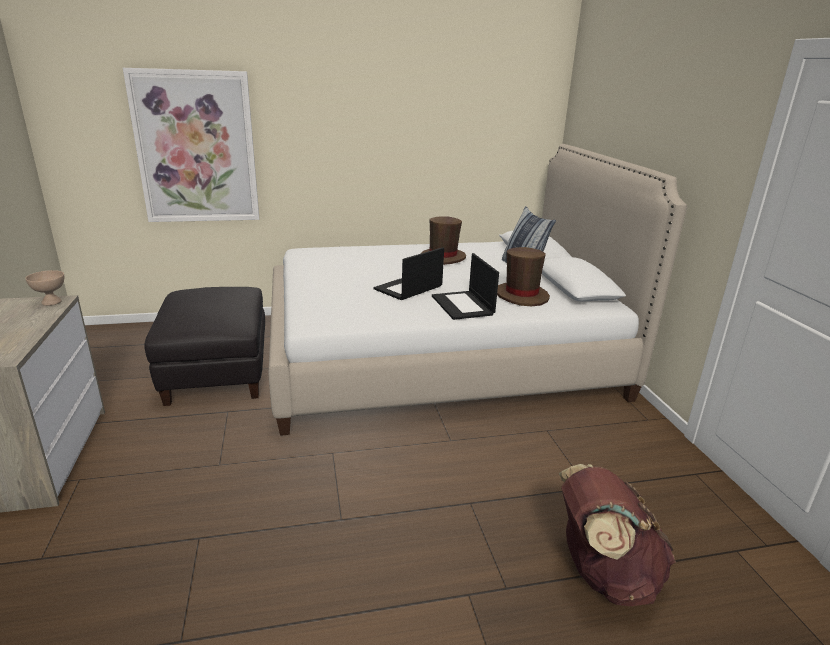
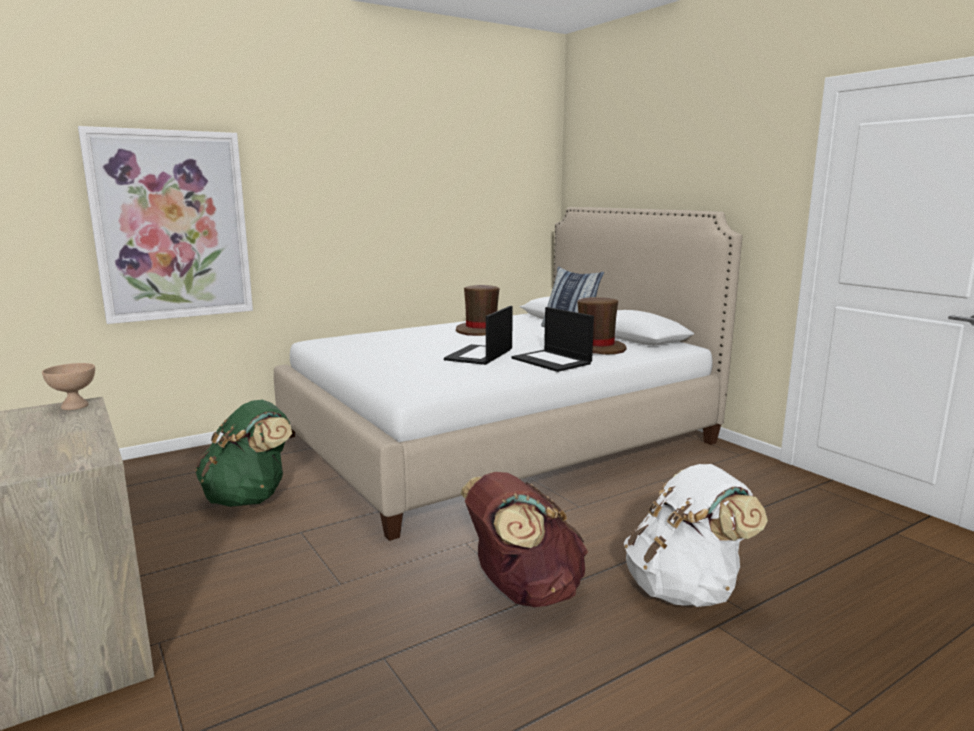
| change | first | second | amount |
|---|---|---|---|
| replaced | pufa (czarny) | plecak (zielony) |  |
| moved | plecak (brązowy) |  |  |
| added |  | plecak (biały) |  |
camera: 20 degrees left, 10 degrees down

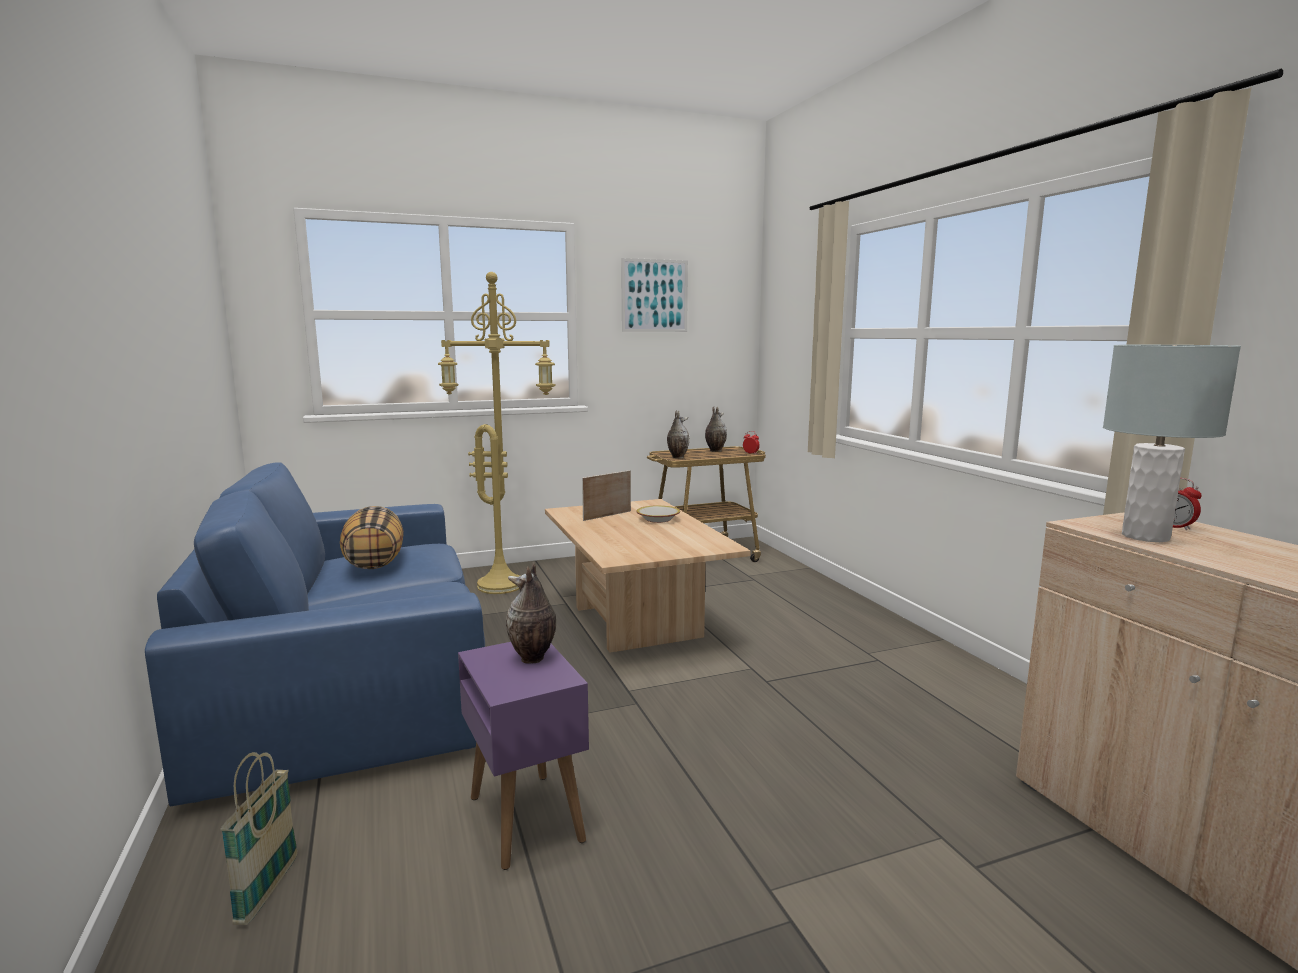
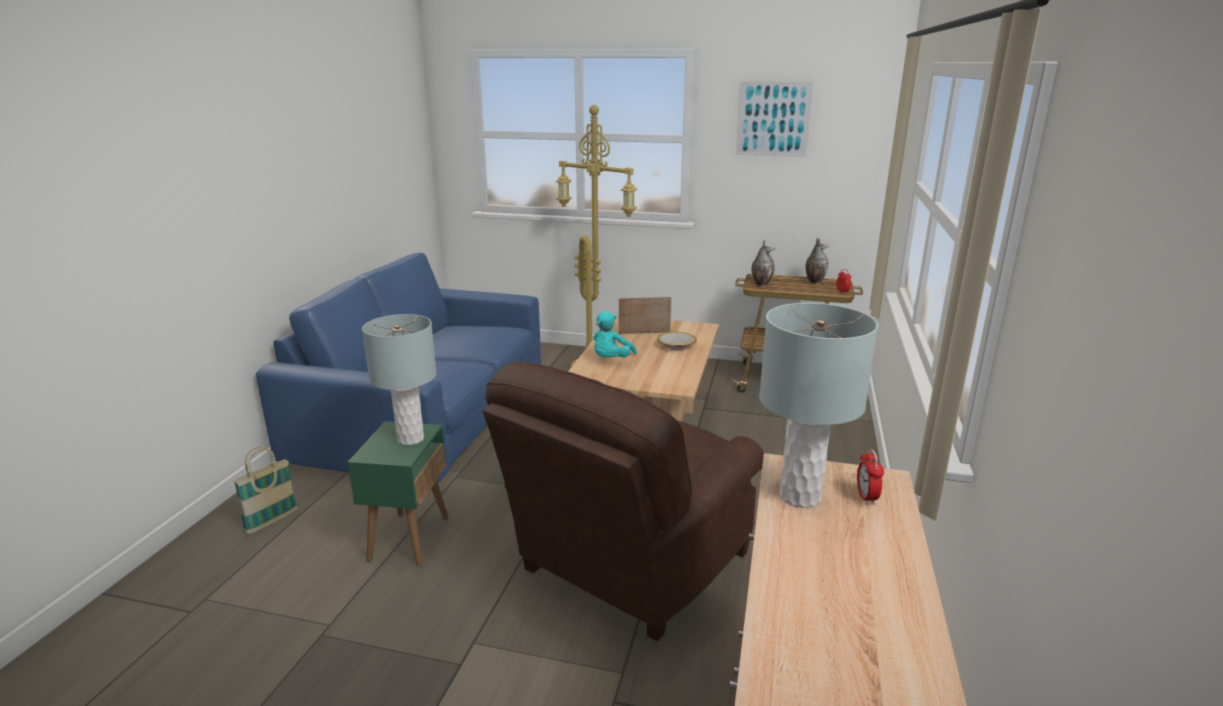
| change | first | second | amount |
|---|---|---|---|
| removed | poduszka |  |  |
| recoloured | stolik (fioletowy) | stolik (zielony) |  |
| replaced | wazon (1st from left) | lampa stołowa (szary) (1st from left) |  |
| added |  | fotel (brązowy) |  |
| added |  | pluszak (turkusowy) |  |
camera: 35 degrees right, 10 degrees up

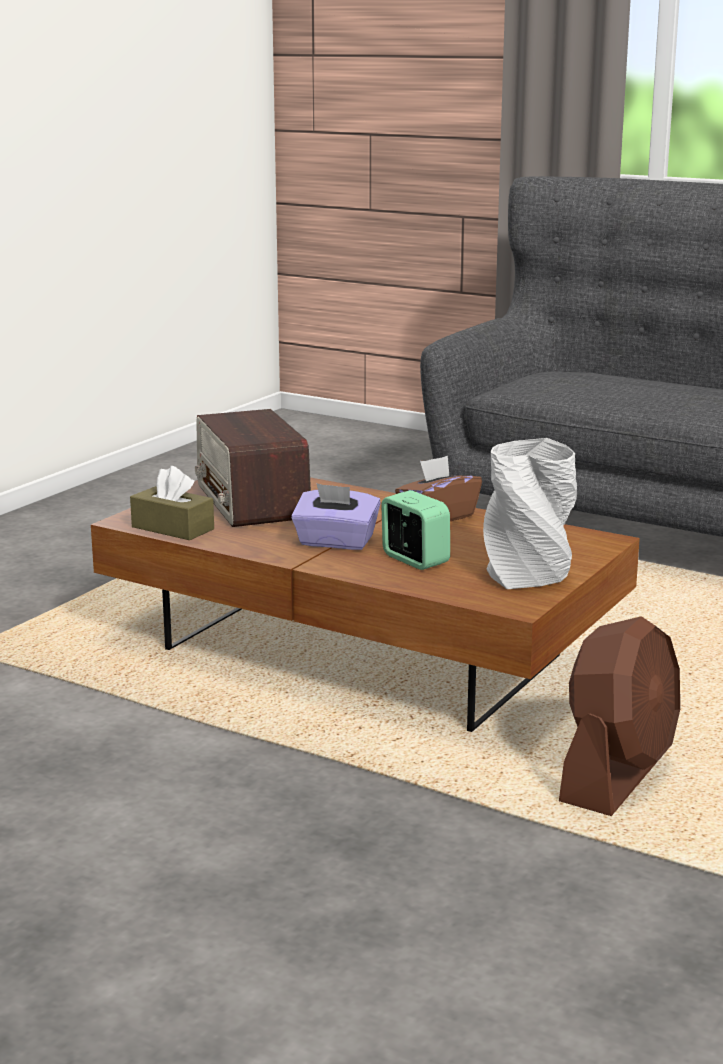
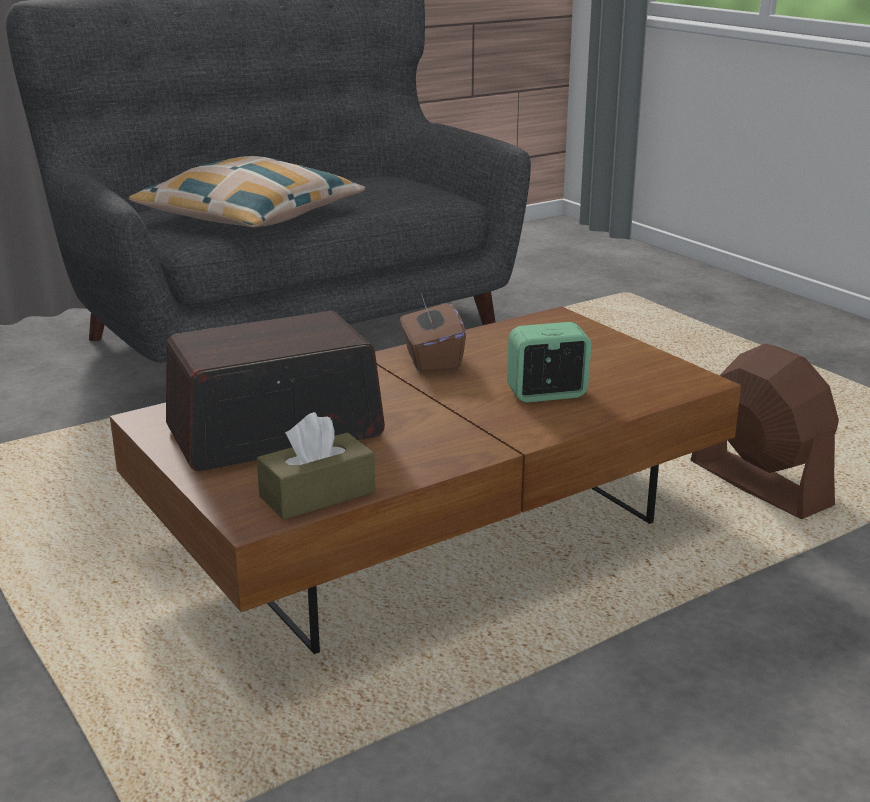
| change | first | second | amount |
|---|---|---|---|
| turned | radio |  | 150 degrees clockwise |
| removed | pudełko chusteczek (fioletowy) |  |  |
| removed | wazon (szary) |  |  |
| added |  | poduszka |  |
camera: 65 degrees left, 5 degrees up

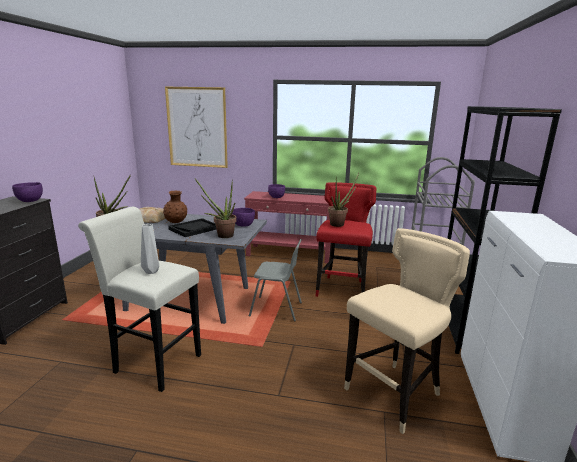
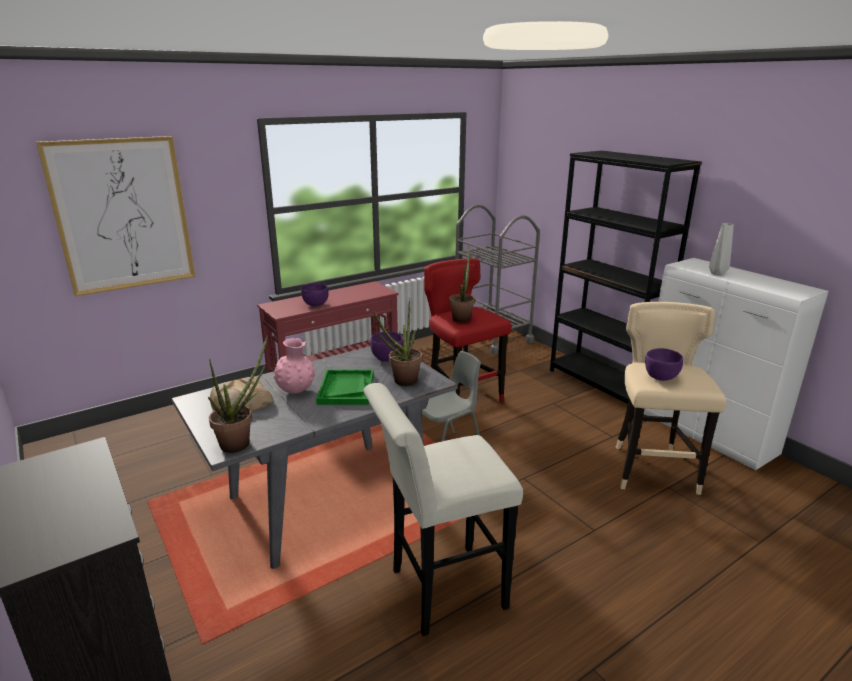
| change | first | second | amount |
|---|---|---|---|
| moved | miska (fioletowy) (1st from left in the first image) | miska (fioletowy) (3rd from left) |  |
| moved | wazon (szary) |  |  |
| recoloured | wazon (brązowy) | wazon (różowy) |  |
| recoloured | taca (czarny) | taca (zielony) |  |
camera: 45 degrees left, 5 degrees up

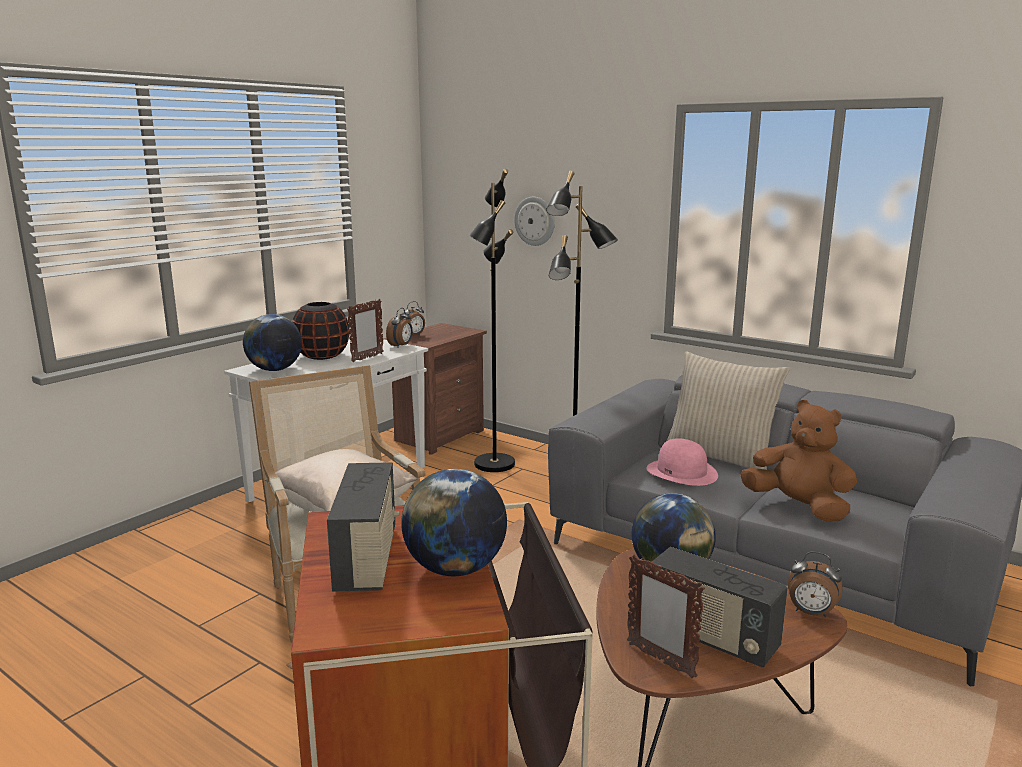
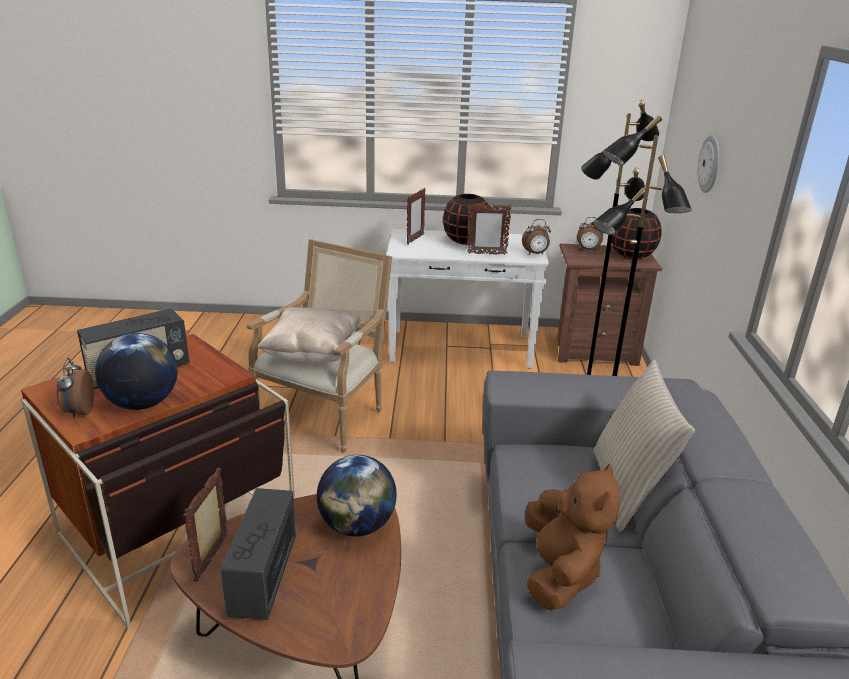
| change | first | second | amount |
|---|---|---|---|
| replaced | globus (1st from left) | ramka na zdjęcie (2nd from left) |  |
| removed | kapelusz (różowy) |  |  |
| moved | budzik (3rd from left in the first image) | budzik (1st from left) |  |
| added |  | wazon (czarny) (2nd from left) |  |
camera: 55 degrees right, 10 degrees up

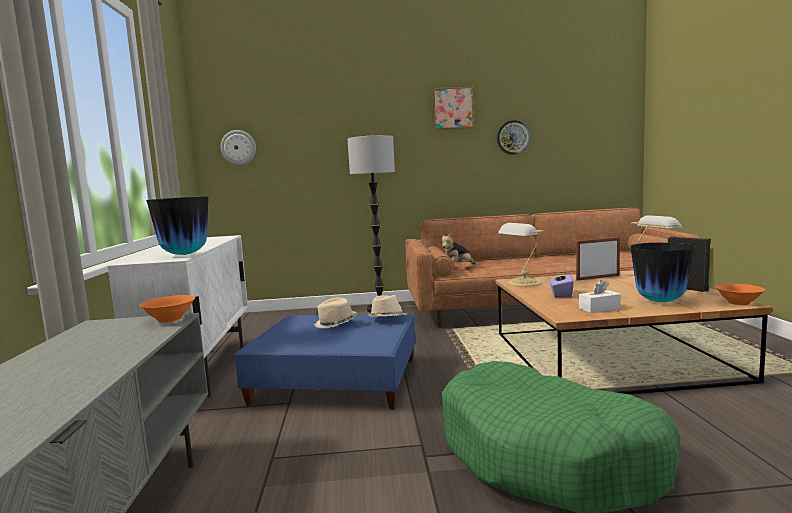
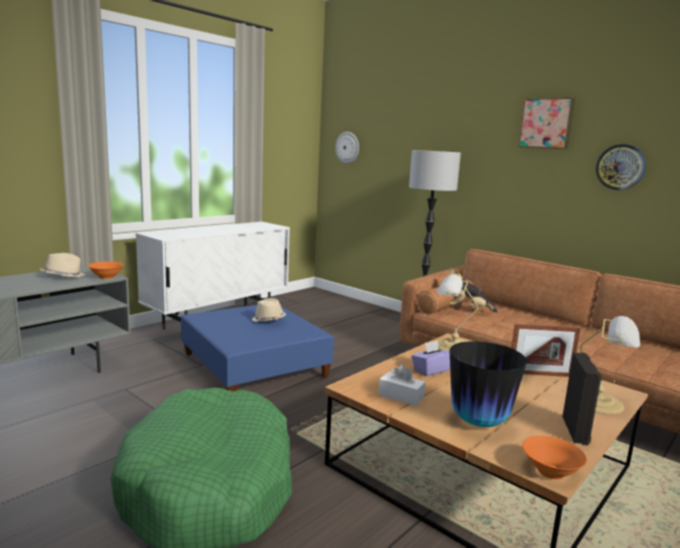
| change | first | second | amount |
|---|---|---|---|
| removed | wazon (1st from left) |  |  |
| moved | kapelusz (beżowy) (2nd from left in the first image) | kapelusz (beżowy) (1st from left) |  |
| turned | ramka na zdjęcie |  | 150 degrees clockwise |
camera: 45 degrees right, 5 degrees up

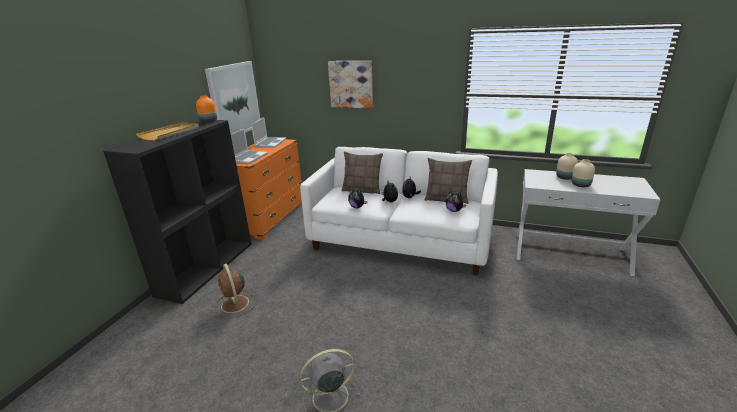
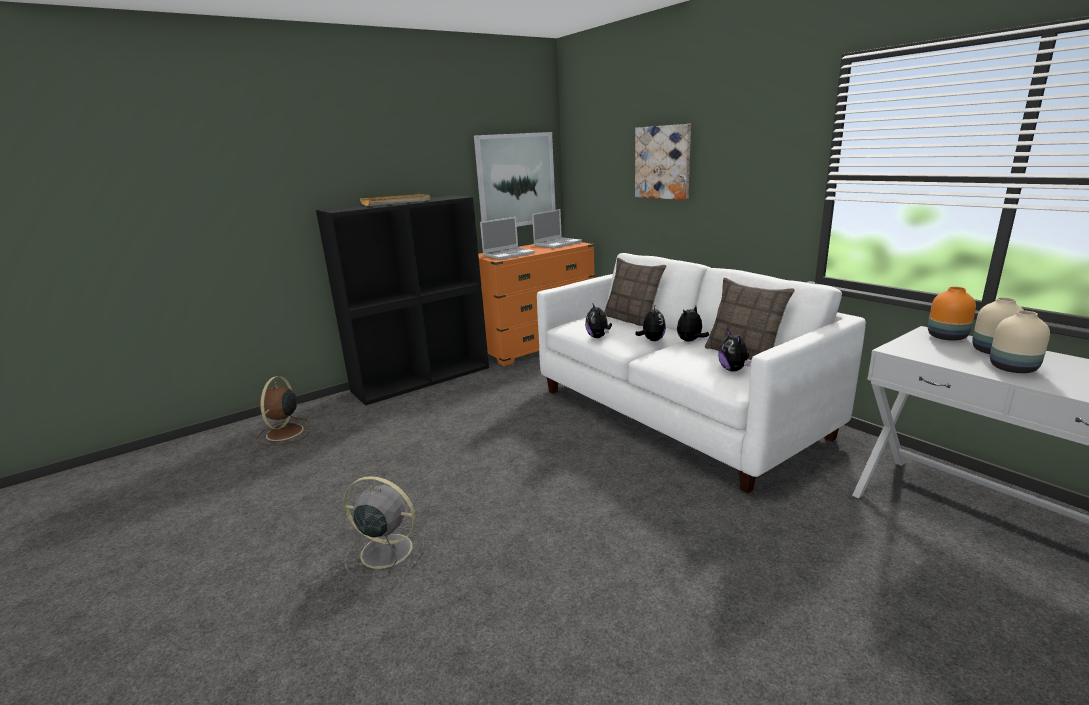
| change | first | second | amount |
|---|---|---|---|
| moved | wazon (pomarańczowy) |  |  |
| moved | wentylator (brązowy) |  |  |
camera: 35 degrees right, 5 degrees down

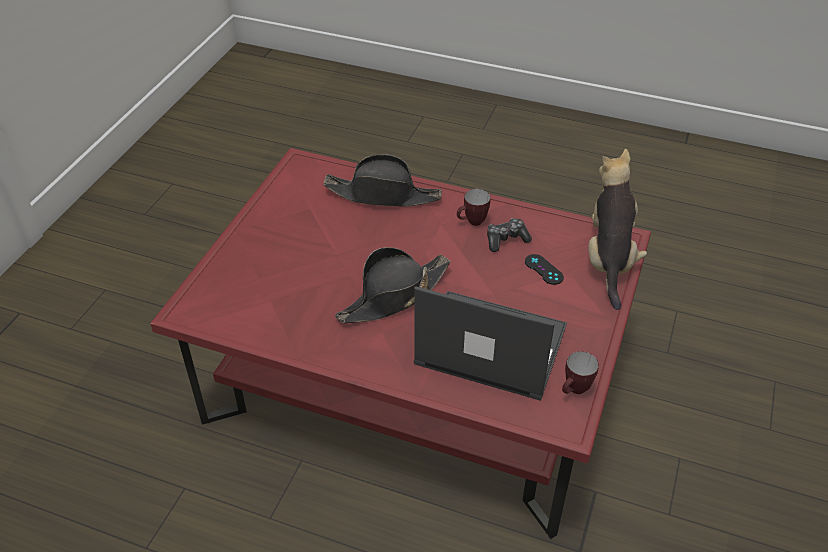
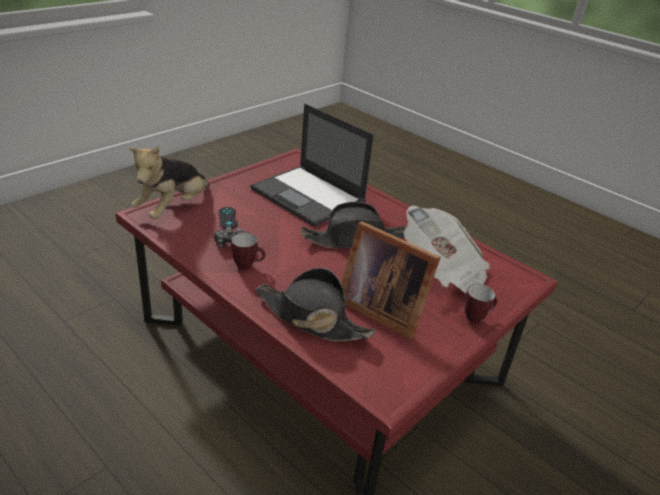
| change | first | second | amount |
|---|---|---|---|
| moved | kubek (2nd from left) |  |  |
| added |  | ramka na zdjęcie |  |
| added |  | gazeta |  |
camera: 160 degrees left, 10 degrees down

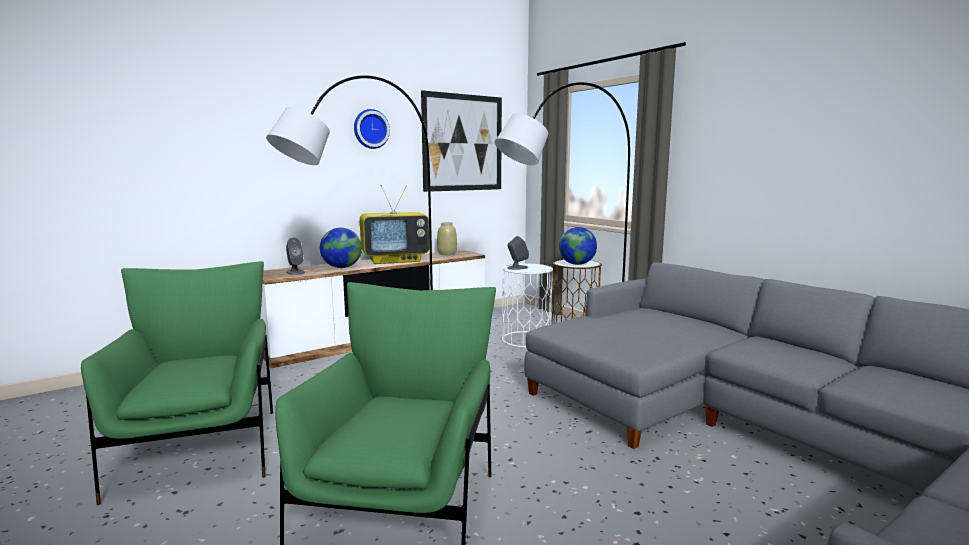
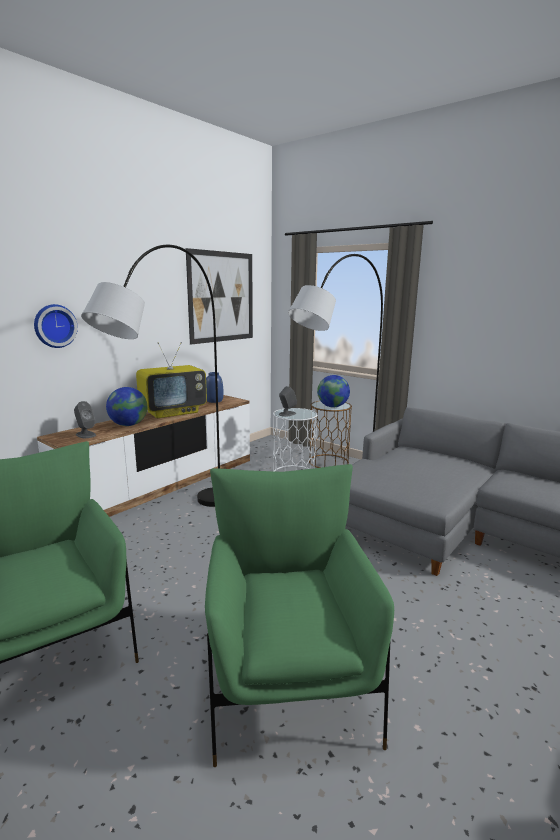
| change | first | second | amount |
|---|---|---|---|
| moved | zegar ścienny |  |  |
| recoloured | wazon (beżowy) | wazon (niebieski) |  |
camera: 15 degrees left, 5 degrees up

